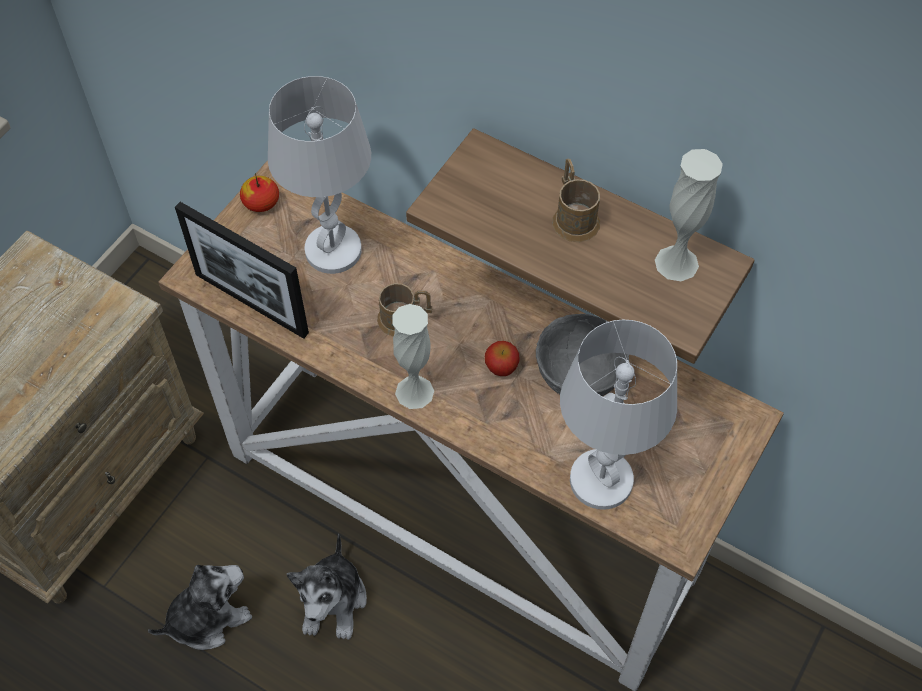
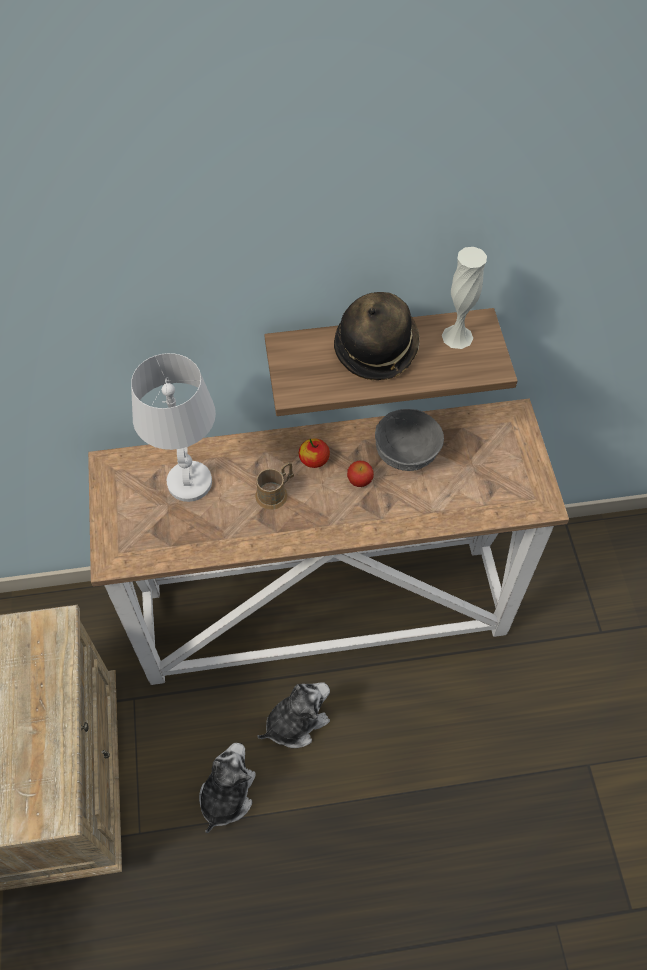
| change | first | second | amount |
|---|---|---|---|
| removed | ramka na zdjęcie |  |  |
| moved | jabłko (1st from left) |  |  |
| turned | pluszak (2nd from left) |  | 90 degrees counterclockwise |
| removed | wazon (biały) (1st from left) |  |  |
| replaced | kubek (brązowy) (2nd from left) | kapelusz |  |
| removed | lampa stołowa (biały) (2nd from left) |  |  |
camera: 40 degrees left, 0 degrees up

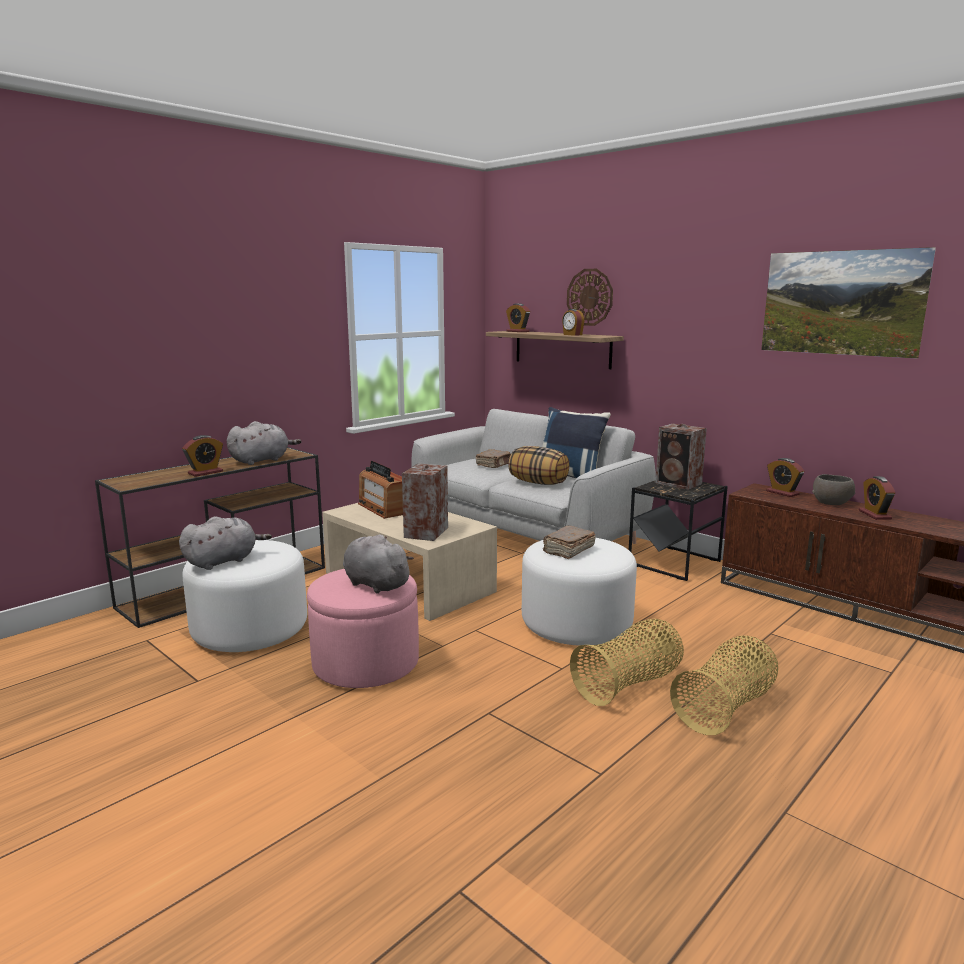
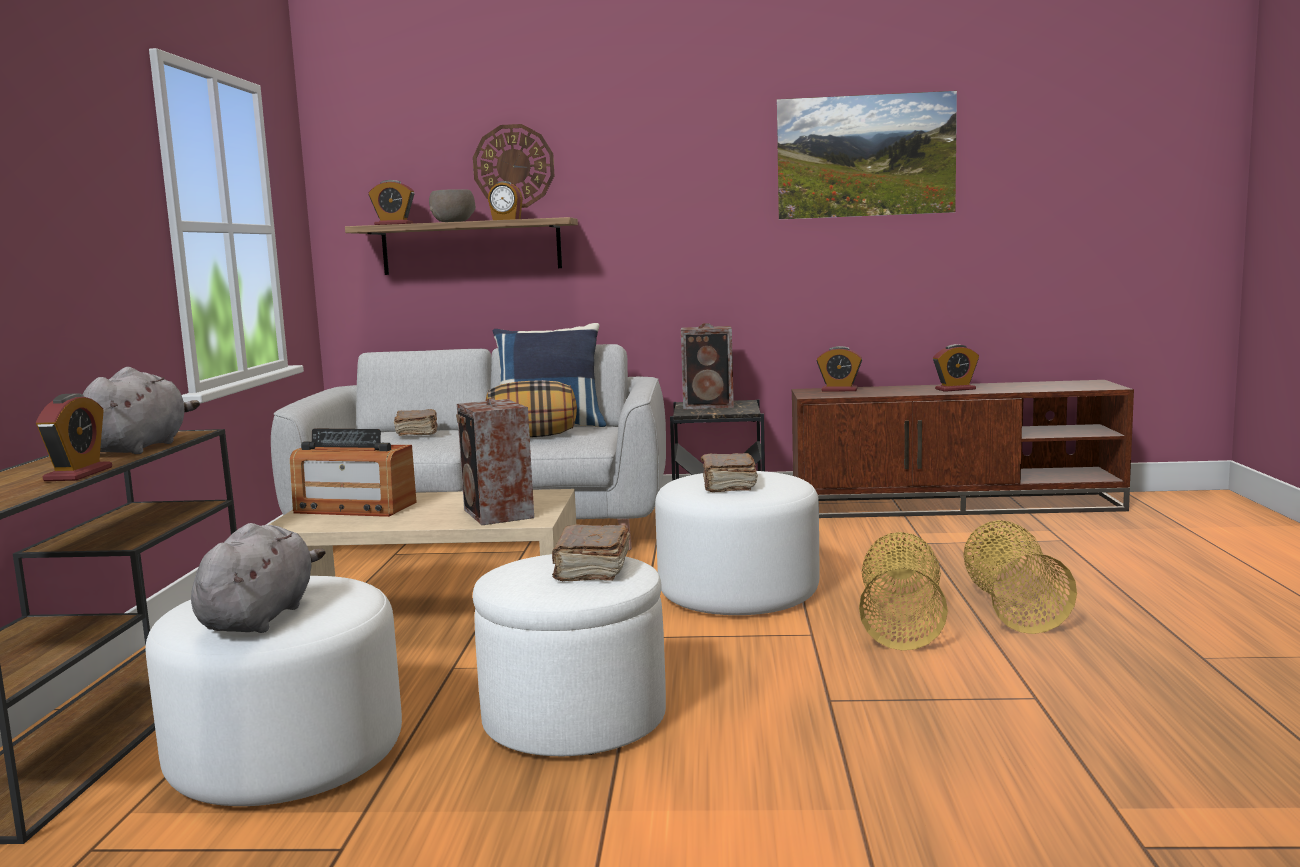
| change | first | second | amount |
|---|---|---|---|
| recoloured | pufa (różowy) | pufa (biały) (2nd from left) |  |
| replaced | pluszak (szary) (3rd from left) | książka (brązowy) (2nd from left) |  |
| moved | miska (szary) |  |  |
| turned | budzik (5th from left) |  | 60 degrees counterclockwise |
camera: 40 degrees left, 5 degrees down

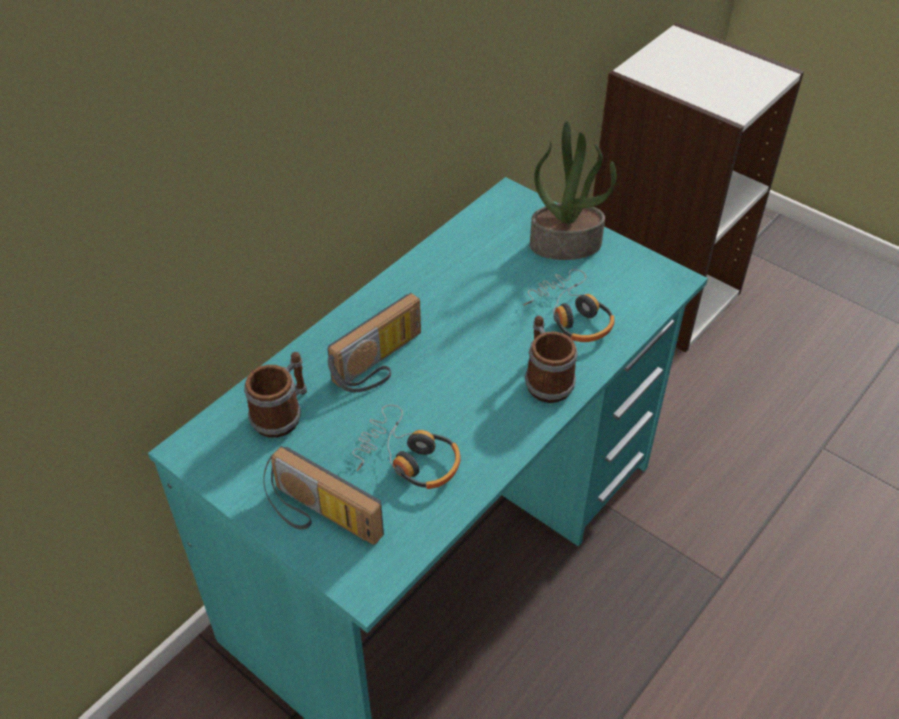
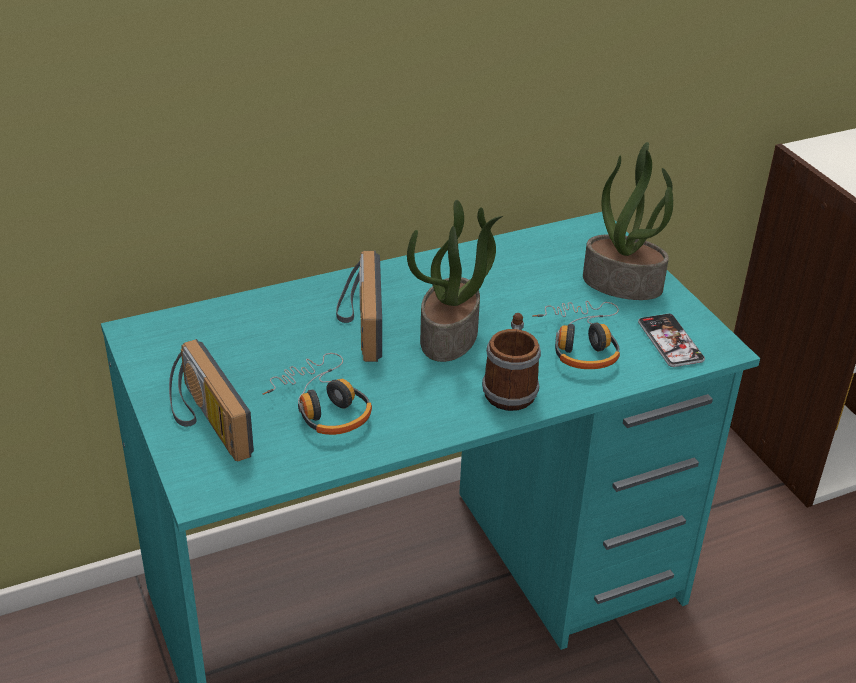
| change | first | second | amount |
|---|---|---|---|
| removed | kubek (1st from left) |  |  |
| turned | radio (2nd from left) |  | 105 degrees clockwise |
| added |  | roślina doniczkowa (1st from left) |  |
| added |  | telefon |  |
camera: 25 degrees right, 10 degrees down

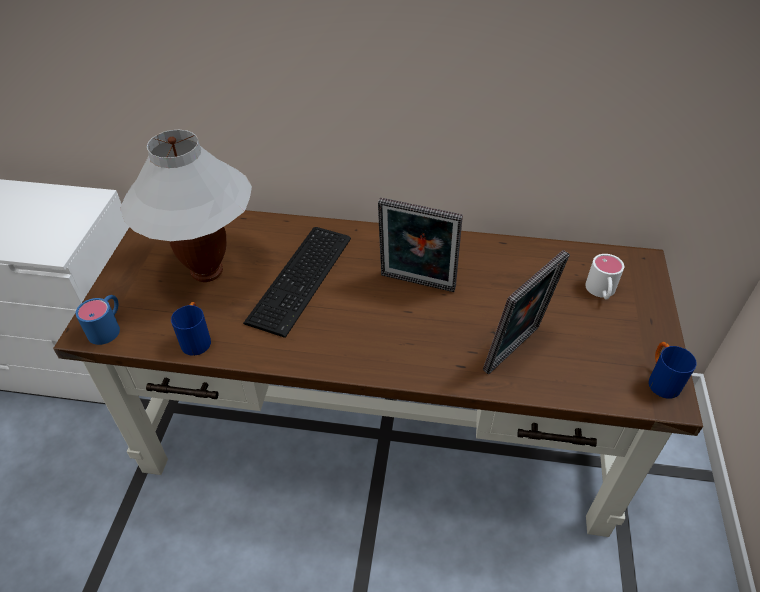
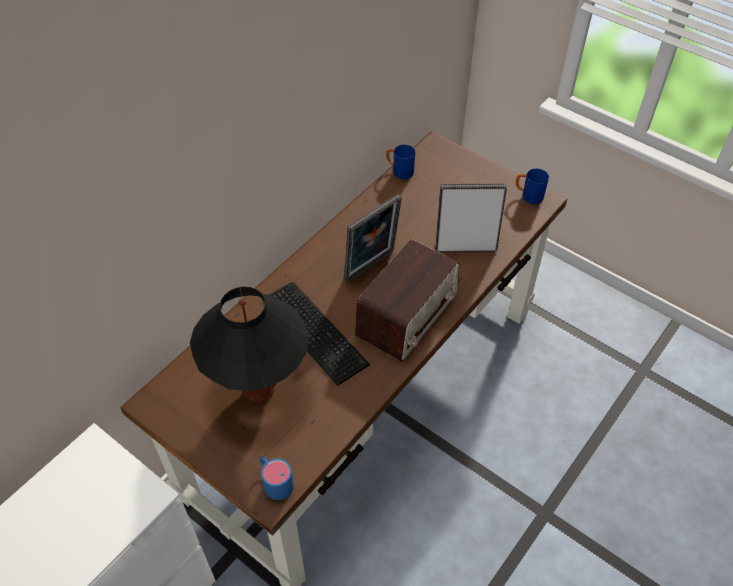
| change | first | second | amount |
|---|---|---|---|
| recoloured | lampa stołowa (biały) | lampa stołowa (czarny) |  |
| moved | kubek (niebieski) (2nd from left) |  |  |
| turned | ramka na zdjęcie (2nd from left) |  | 75 degrees counterclockwise |
| removed | kubek (biały) |  |  |
| added |  | radio |  |
camera: 60 degrees left, 5 degrees up

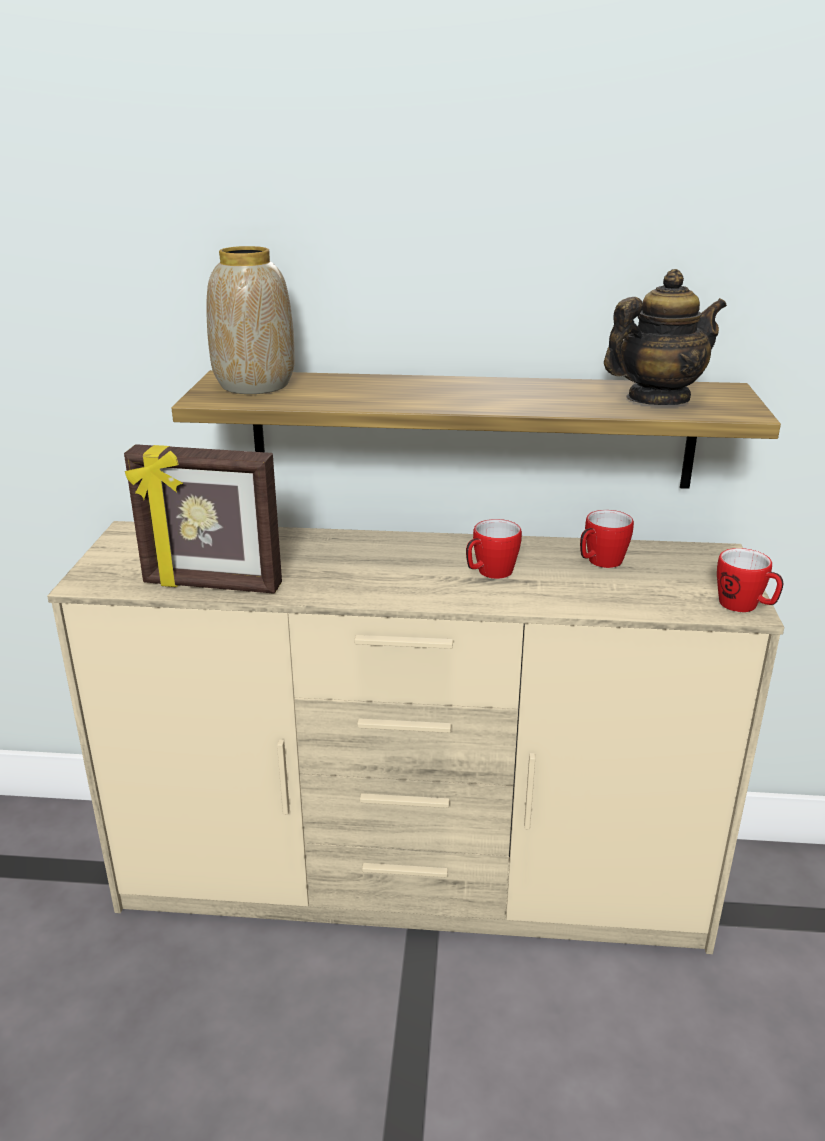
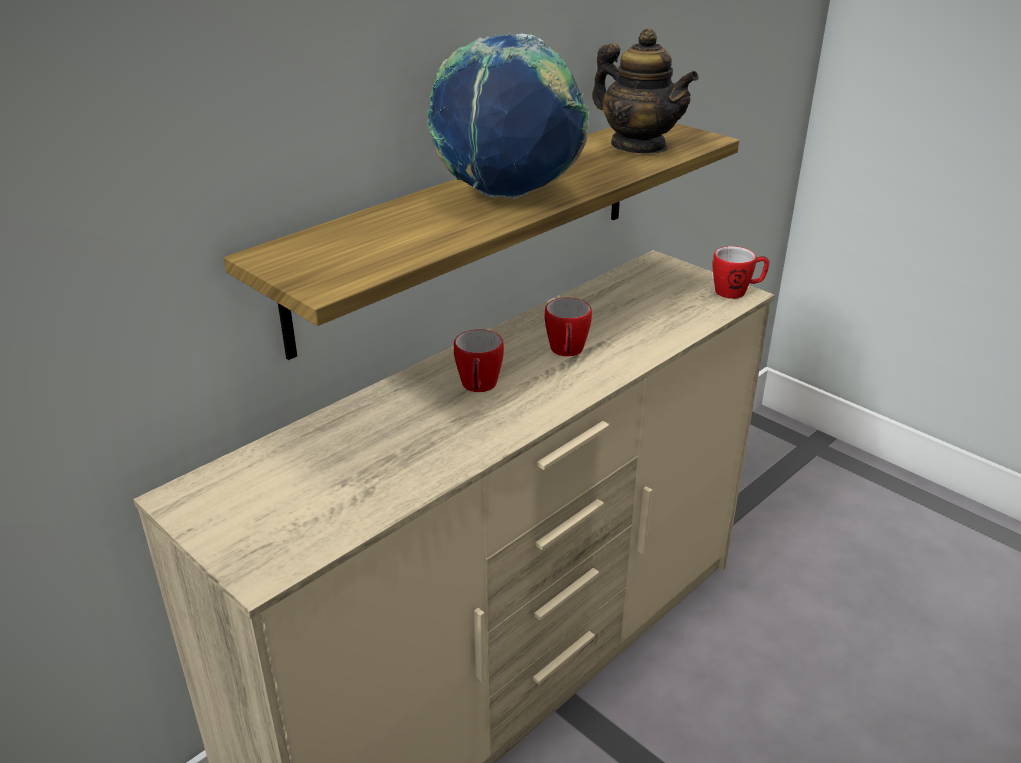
| change | first | second | amount |
|---|---|---|---|
| removed | ramka na zdjęcie |  |  |
| removed | wazon |  |  |
| moved | kubek (2nd from left in the first image) | kubek (1st from left) |  |
| turned | imbryk |  | 120 degrees clockwise |
| added |  | globus |  |
camera: 50 degrees left, 5 degrees up

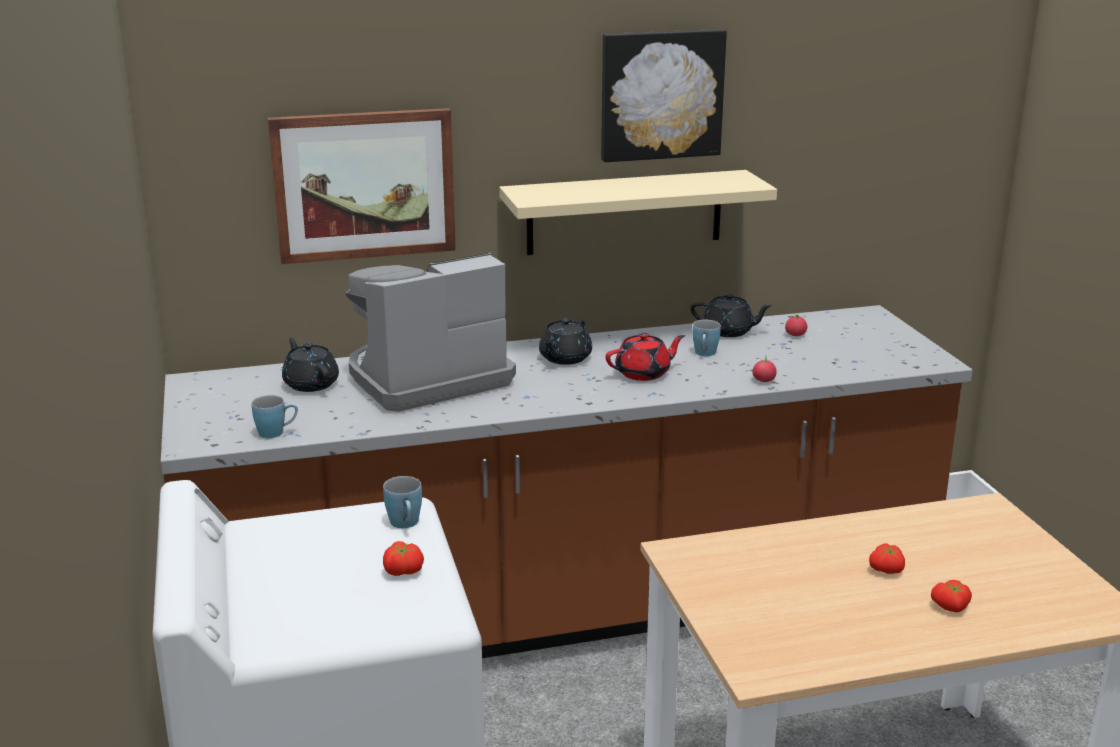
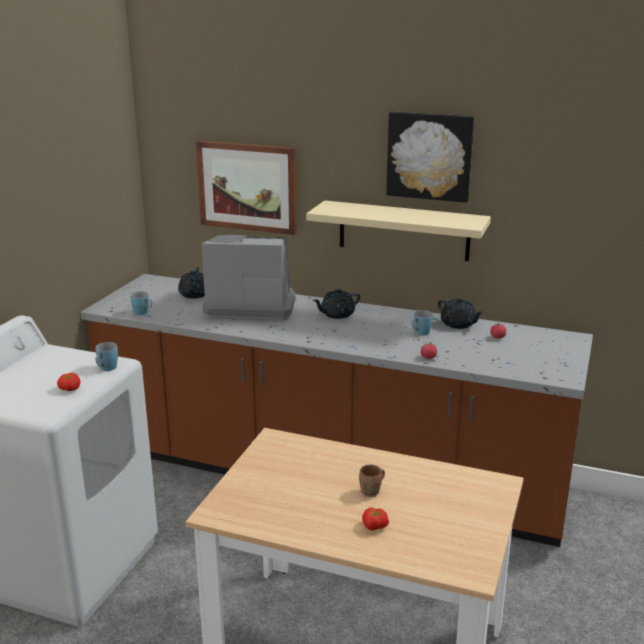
| change | first | second | amount |
|---|---|---|---|
| removed | imbryk (czerwony) |  |  |
| replaced | pomidor (4th from left) | kubek (brązowy) |  |
camera: 35 degrees right, 0 degrees up

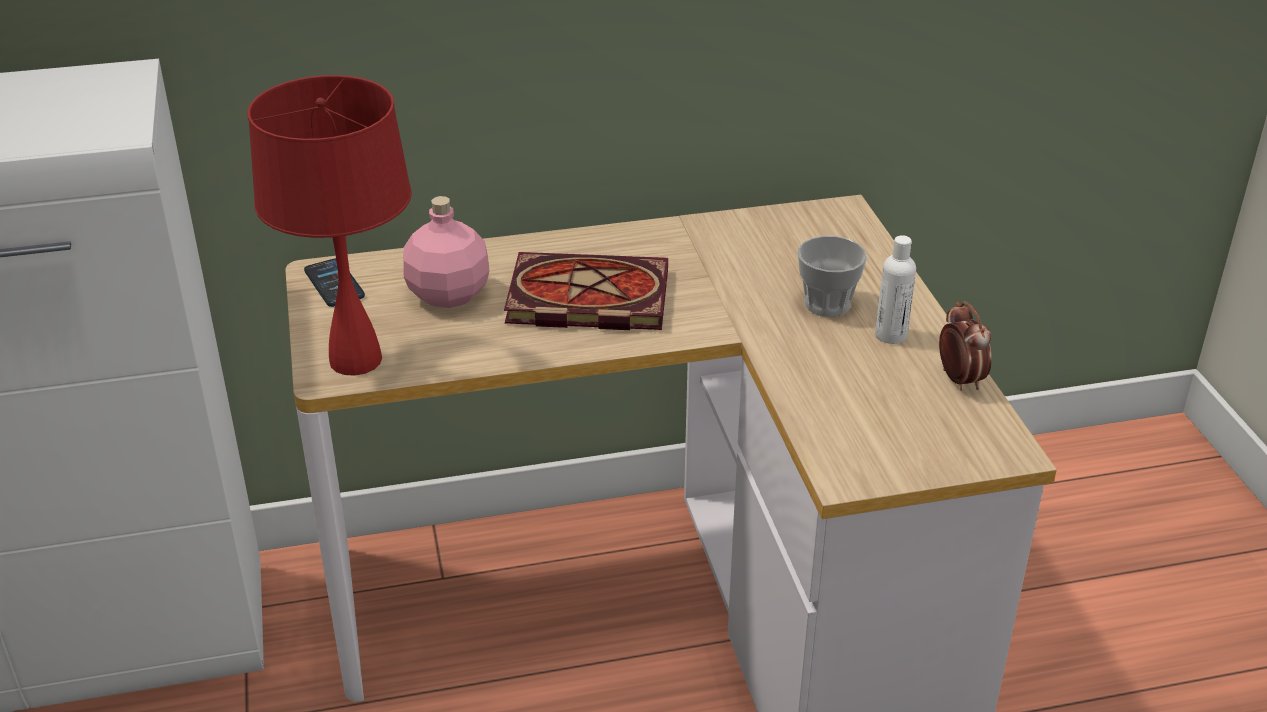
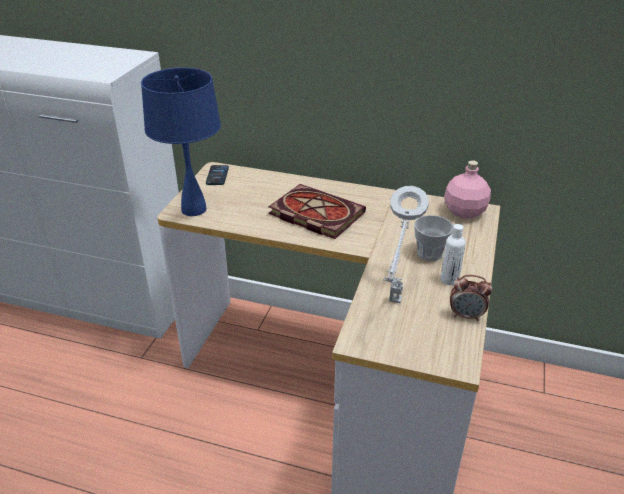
| change | first | second | amount |
|---|---|---|---|
| recoloured | lampa stołowa (czerwony) | lampa stołowa (niebieski) |  |
| moved | butelka (różowy) |  |  |
| turned | budzik |  | 90 degrees clockwise |
| added |  | lampa stołowa (szary) |  |
camera: 30 degrees right, 0 degrees up

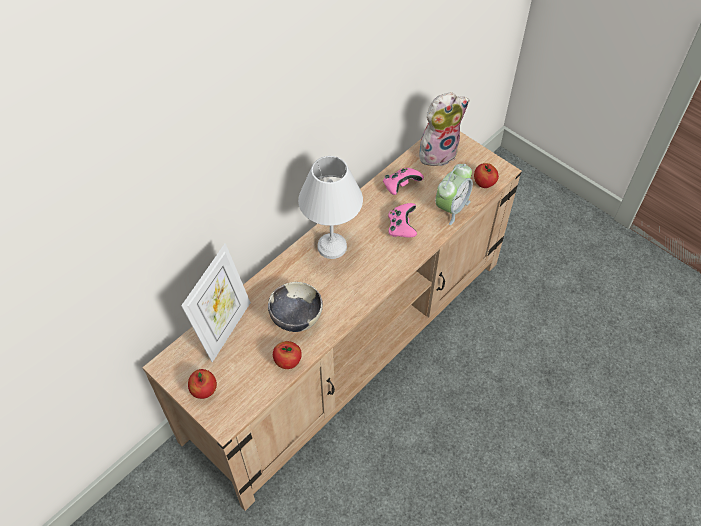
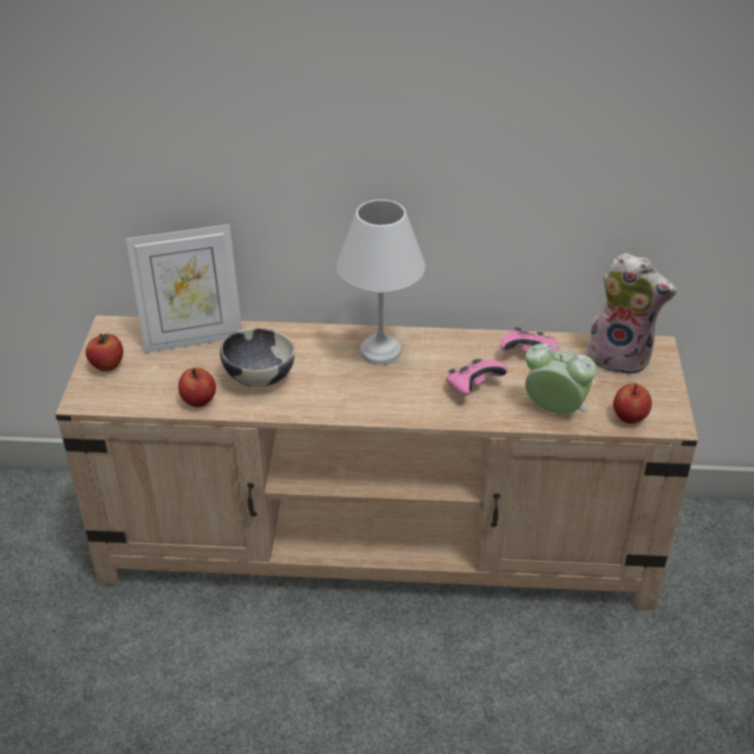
| change | first | second | amount |
|---|---|---|---|
| turned | budzik |  | 150 degrees counterclockwise |
camera: 50 degrees right, 15 degrees down

